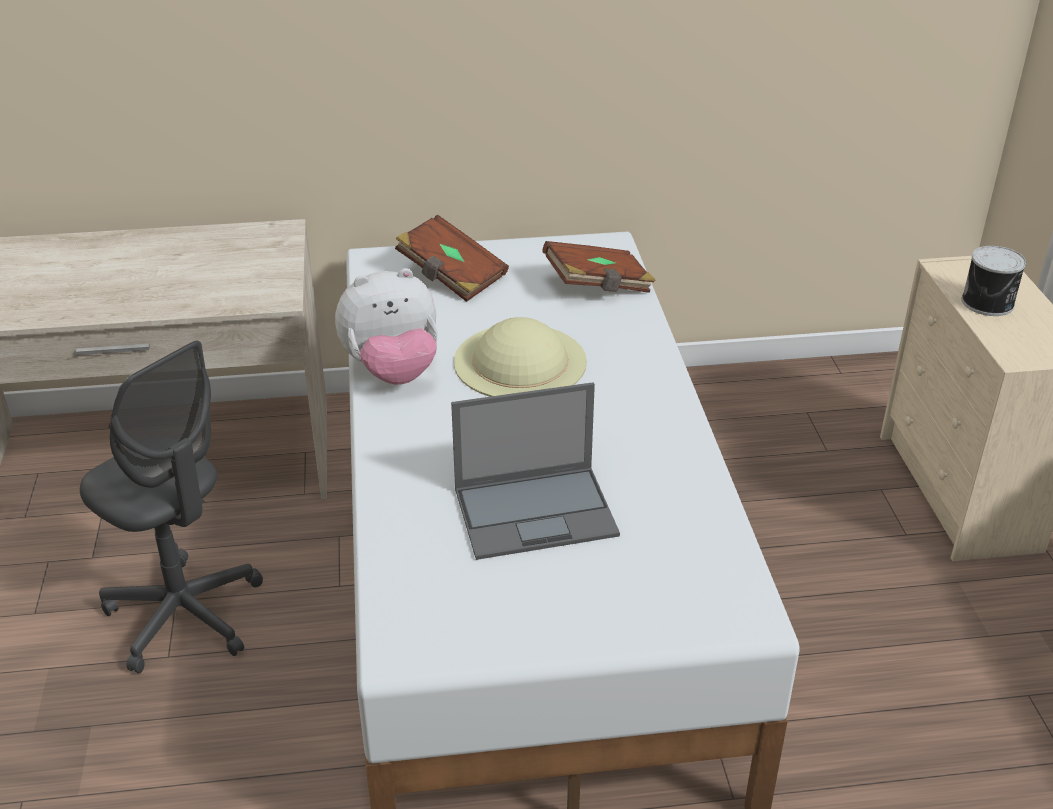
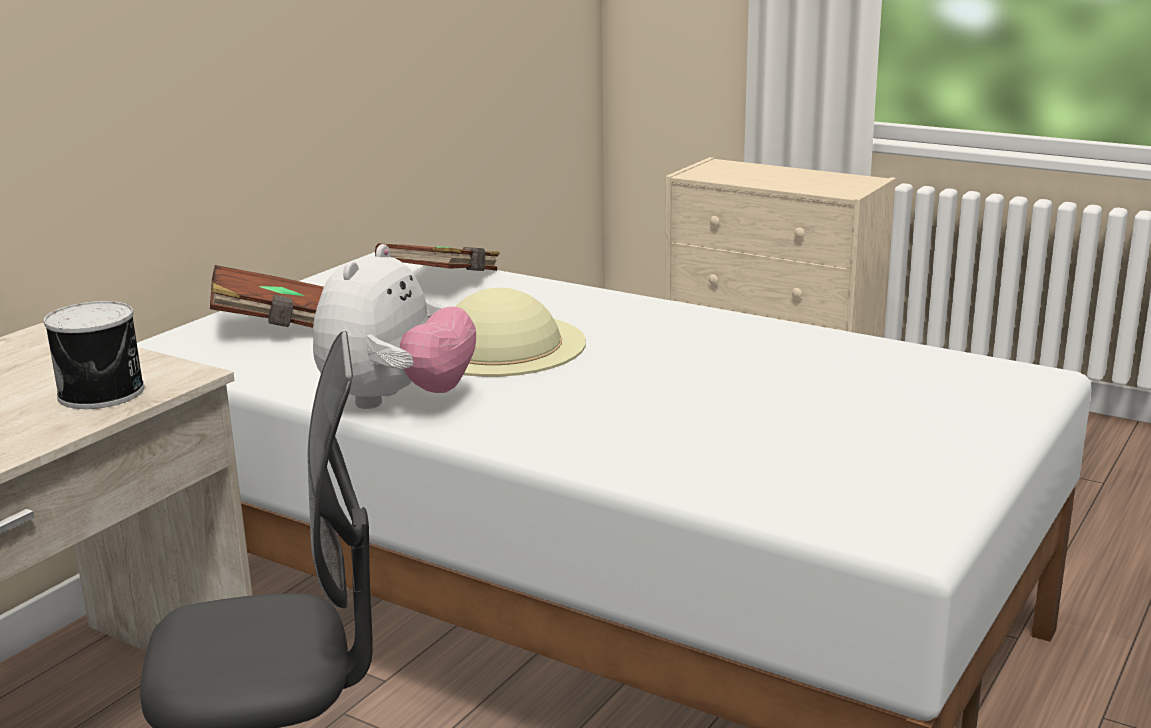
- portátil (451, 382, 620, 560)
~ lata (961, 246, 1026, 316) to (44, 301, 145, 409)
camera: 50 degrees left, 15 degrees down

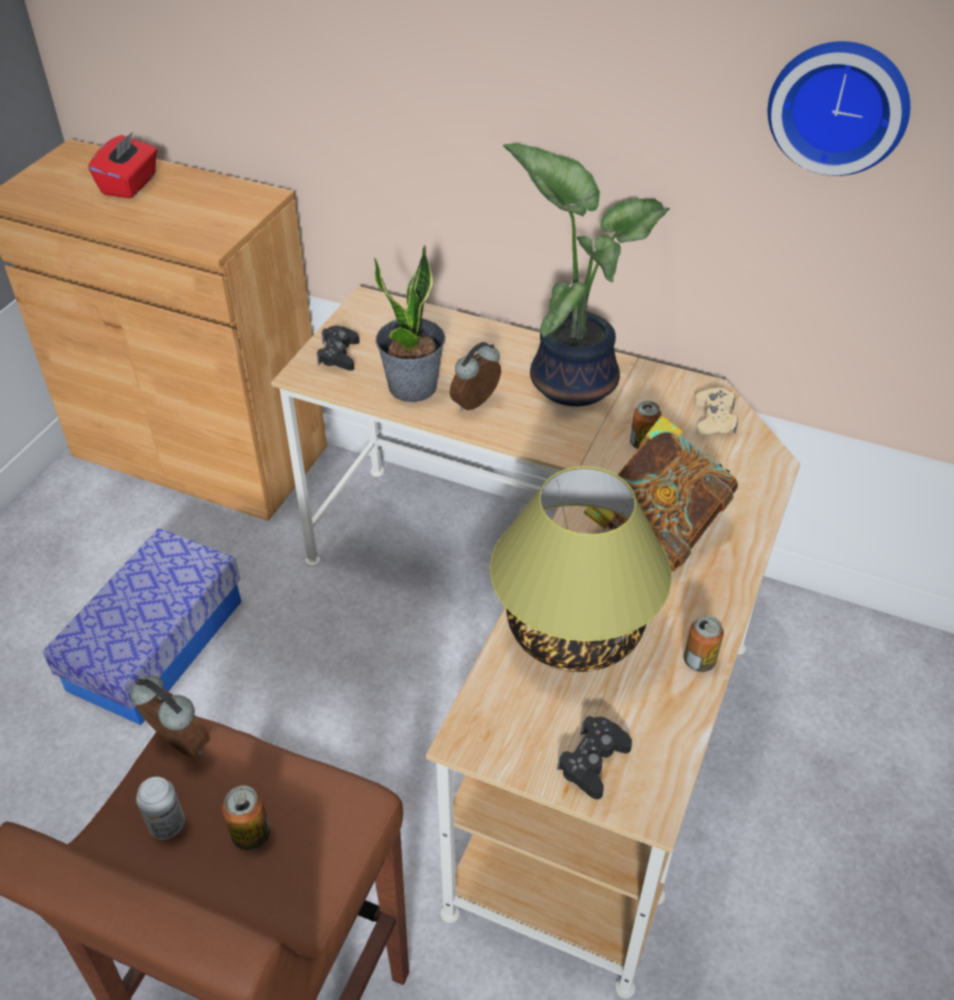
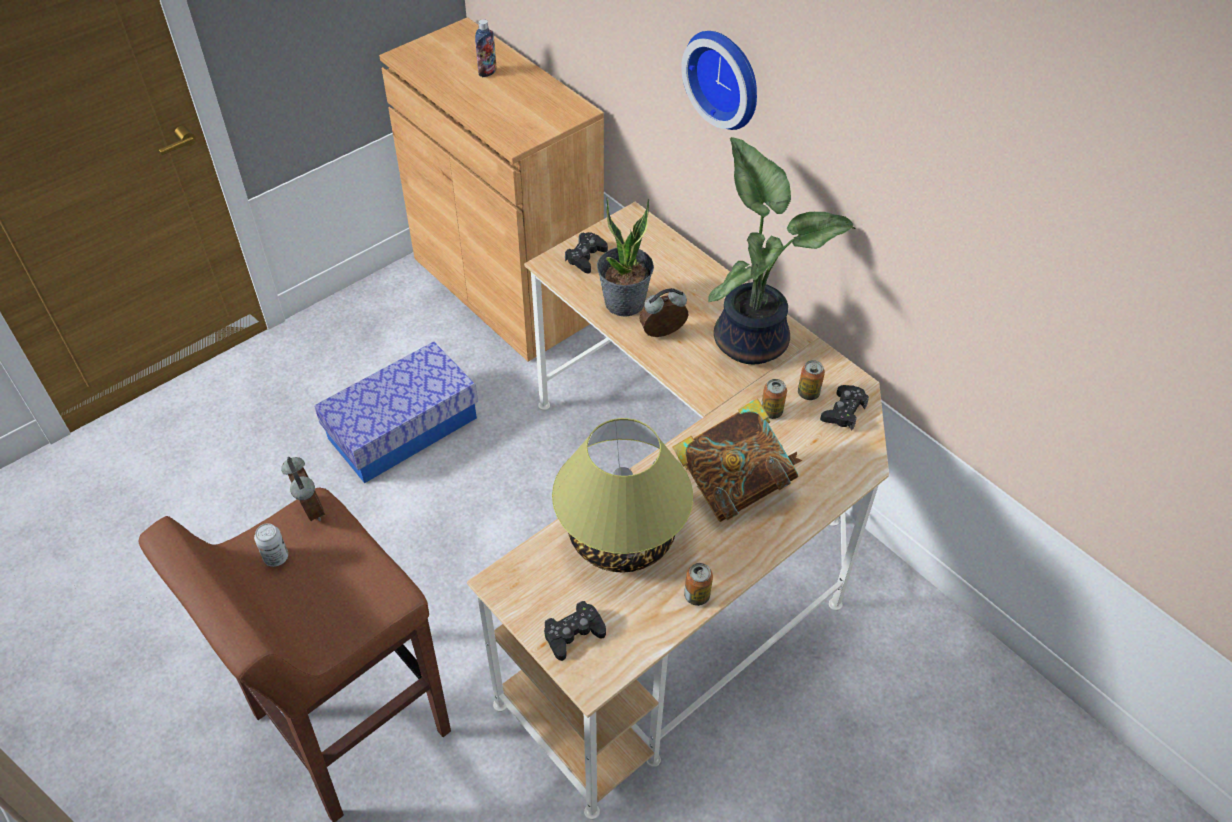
~ caja de pañuelos/rojo (88, 131, 157, 198) to botella (475, 19, 497, 77)
~ lata (222, 785, 270, 850) to (798, 360, 825, 400)
~ mando de consola/beis (694, 388, 738, 435) to mando de consola/negro (820, 385, 869, 430)
~ reloj de pared (768, 41, 910, 176) to (681, 31, 757, 130)
camera: 25 degrees right, 5 degrees up

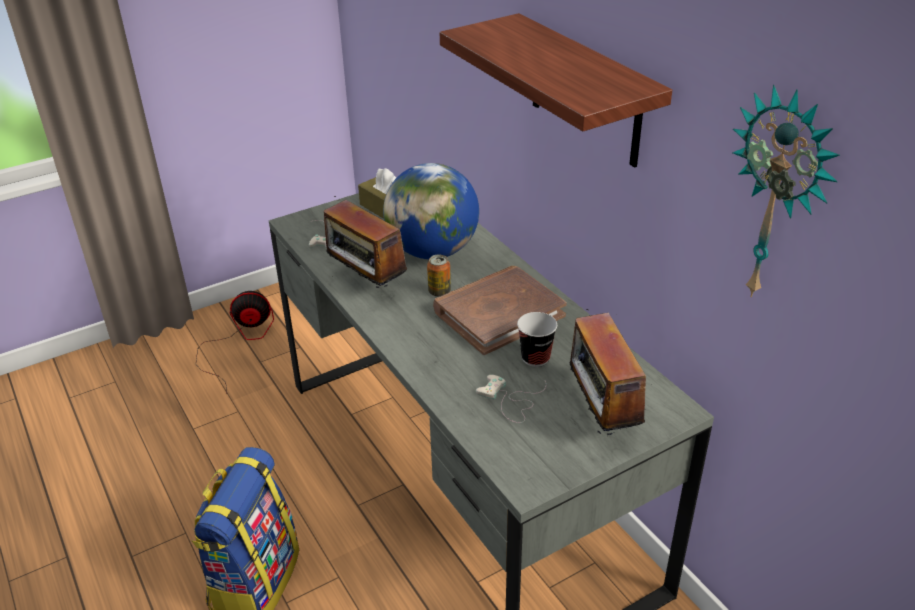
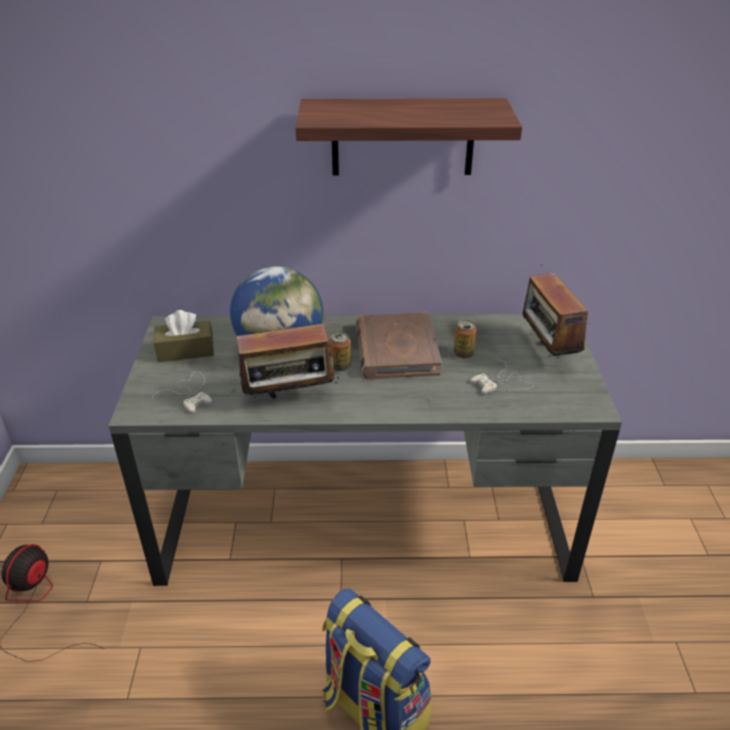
~ taza (517, 312, 557, 367) to lata (454, 320, 477, 359)
~ radio (570, 309, 646, 437) = (522, 273, 589, 359) 60 degrees clockwise
- reloj de pared (733, 85, 840, 297)
camera: 60 degrees left, 0 degrees up

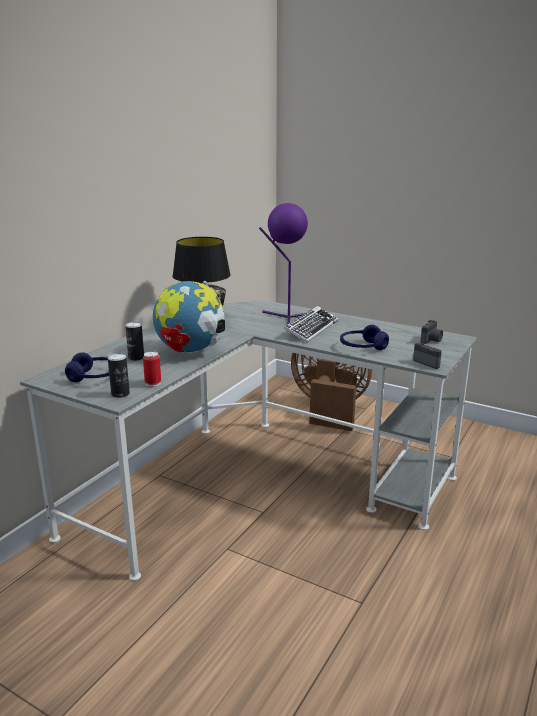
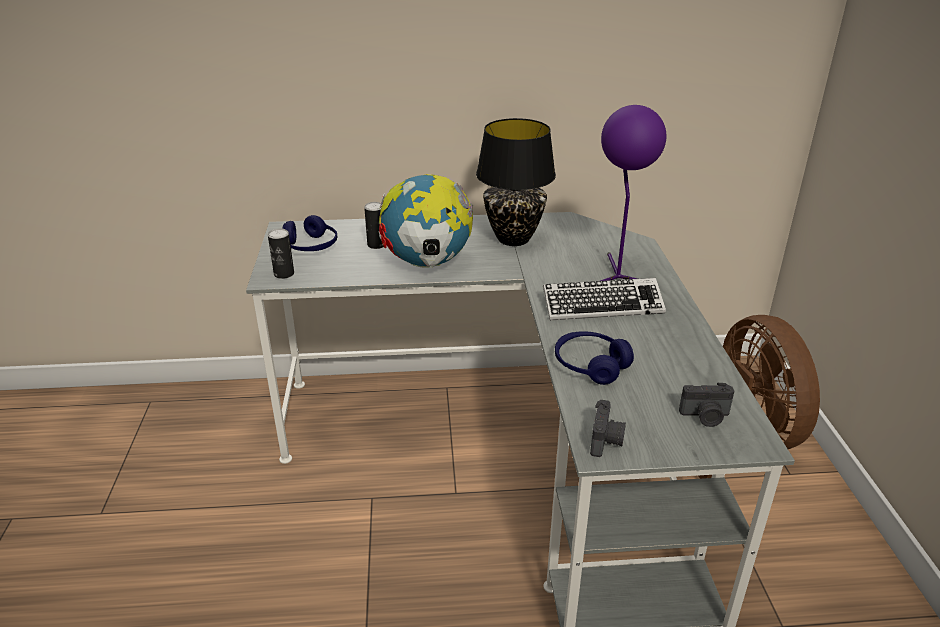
- lata (143, 351, 161, 387)
camera: 55 degrees right, 10 degrees up

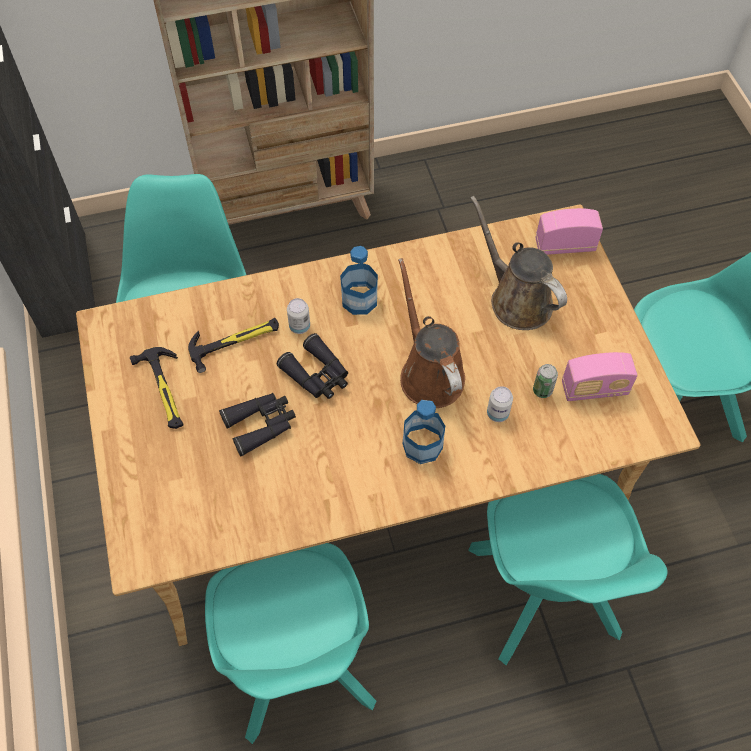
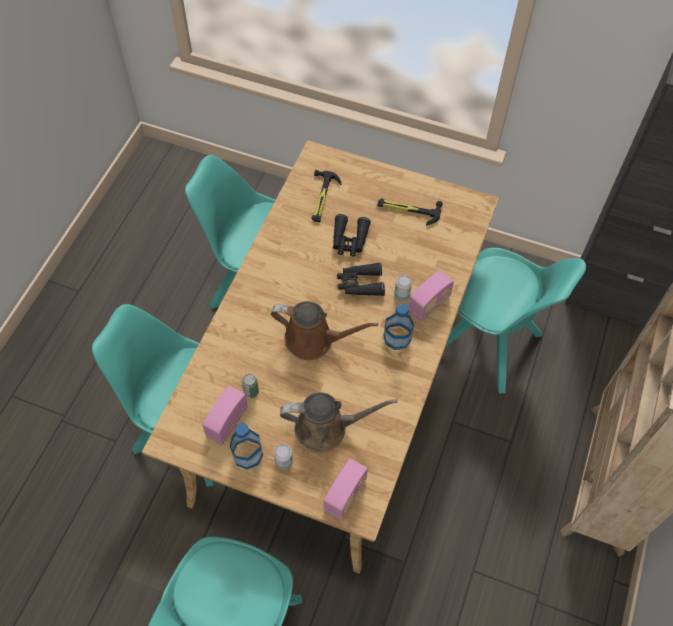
~ martillo (188, 318, 279, 373) to (312, 170, 342, 222)
~ botella (403, 400, 445, 464) to (230, 423, 263, 470)
~ lata (487, 386, 513, 422) to (274, 444, 293, 470)
+ radio (408, 270, 454, 321)
camera: 125 degrees right, 0 degrees up

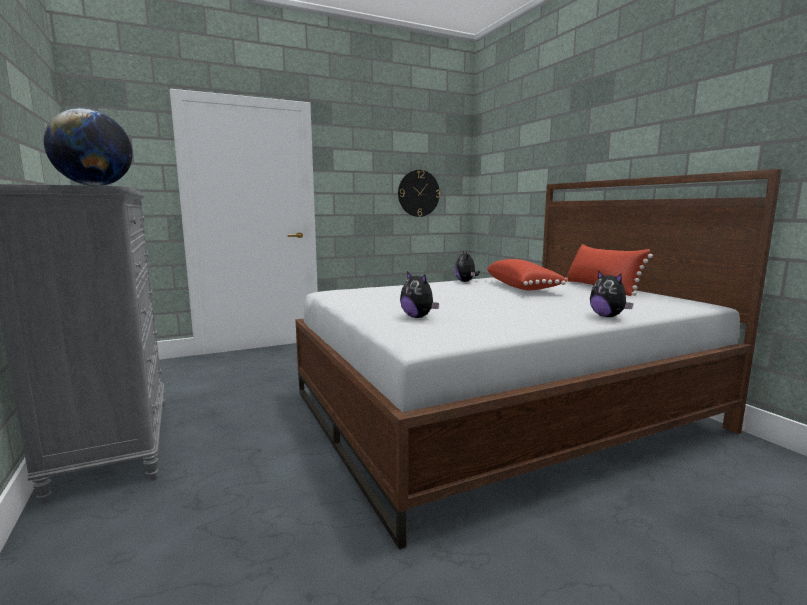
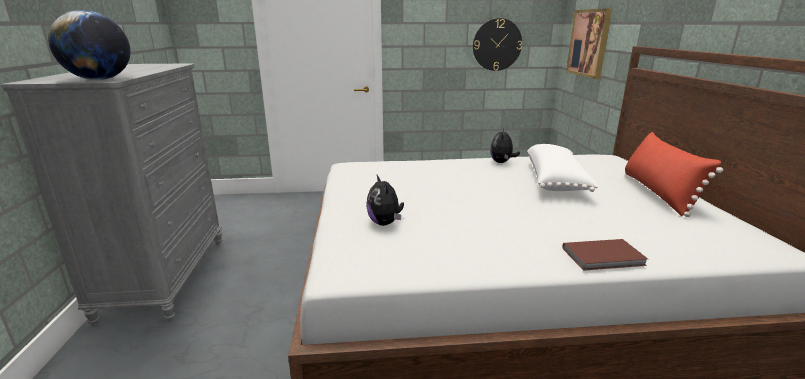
~ cojín/rojo (486, 259, 568, 290) to cojín/blanco (527, 144, 600, 192)
~ peluche (590, 271, 634, 317) to libro/marrón (562, 239, 648, 271)
+ cuadro (566, 8, 612, 79)
camera: 20 degrees right, 10 degrees up

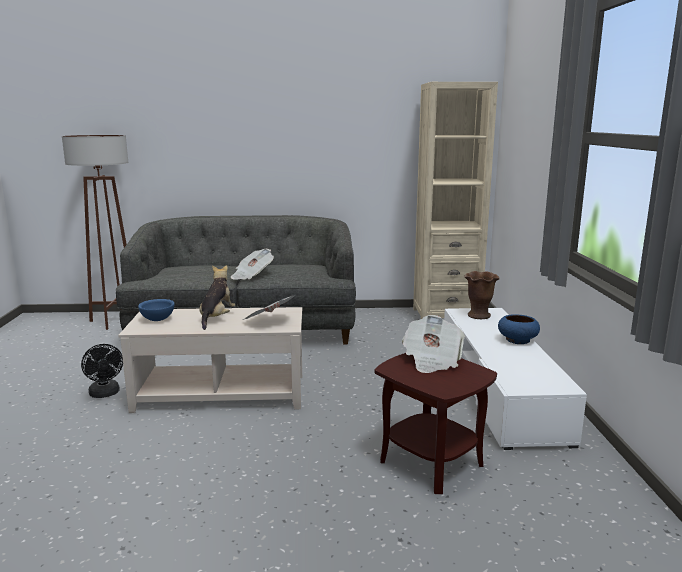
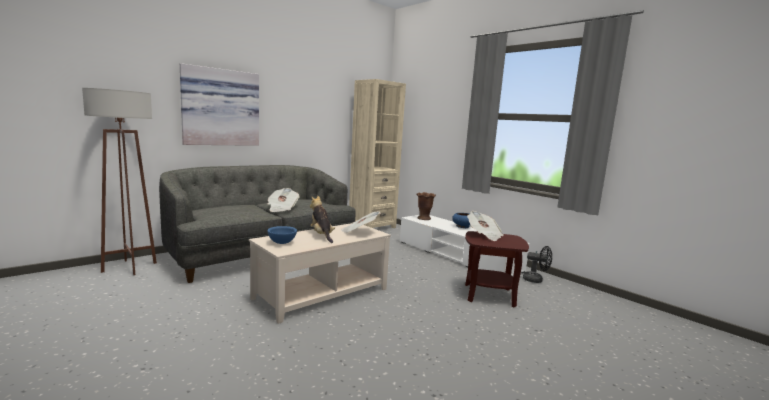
~ ventilador/negro (81, 344, 123, 398) to (523, 246, 552, 283)
+ cuadro (180, 63, 259, 146)
camera: 40 degrees left, 5 degrees down

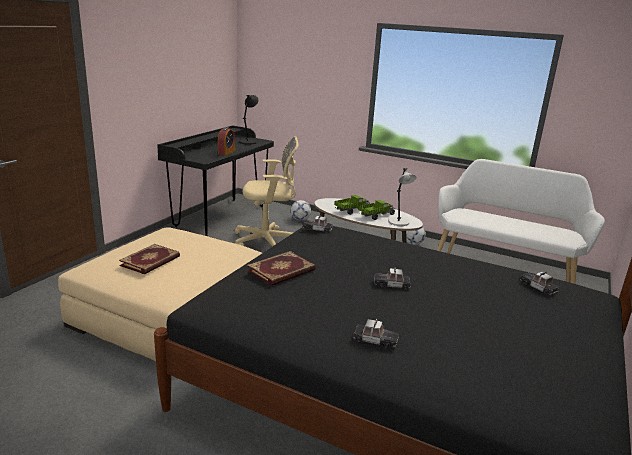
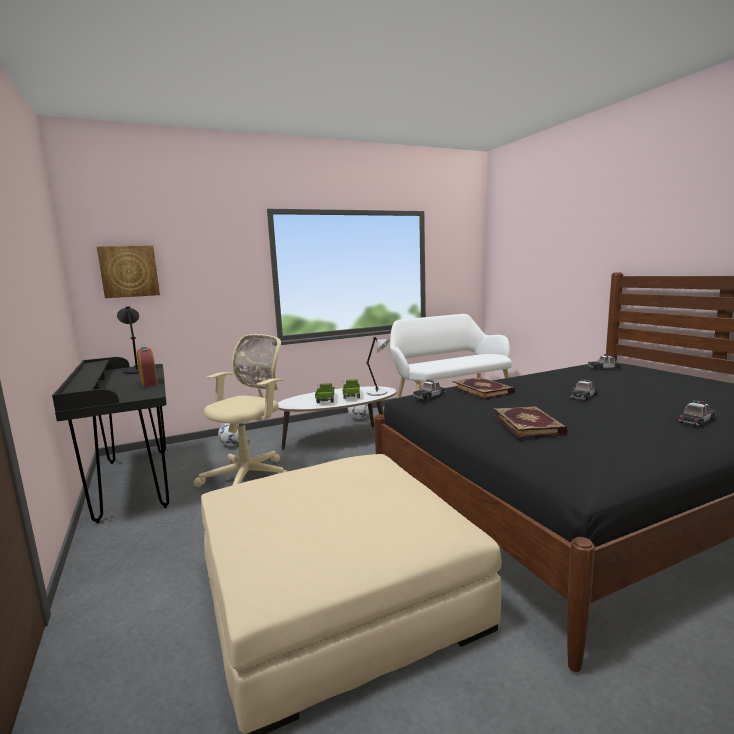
~ libro (119, 244, 180, 274) to (453, 377, 515, 399)
+ cuadro (97, 245, 160, 298)
camera: 50 degrees left, 10 degrees down

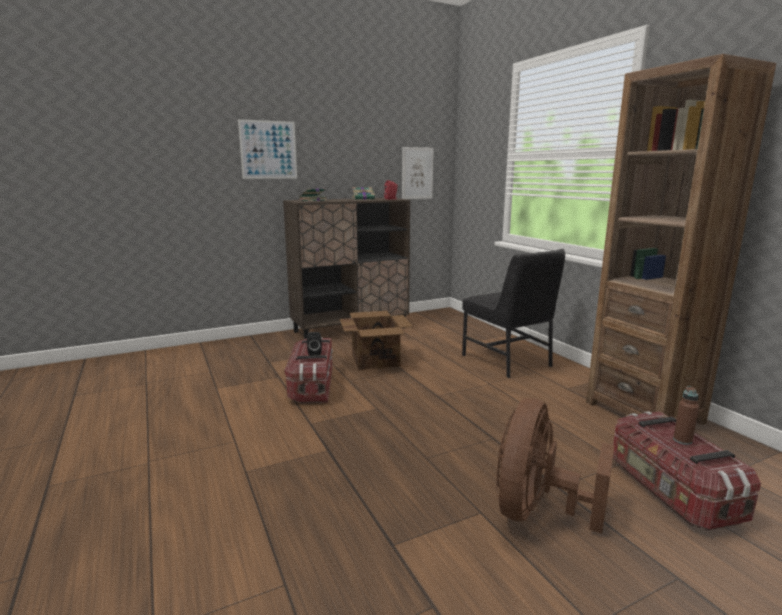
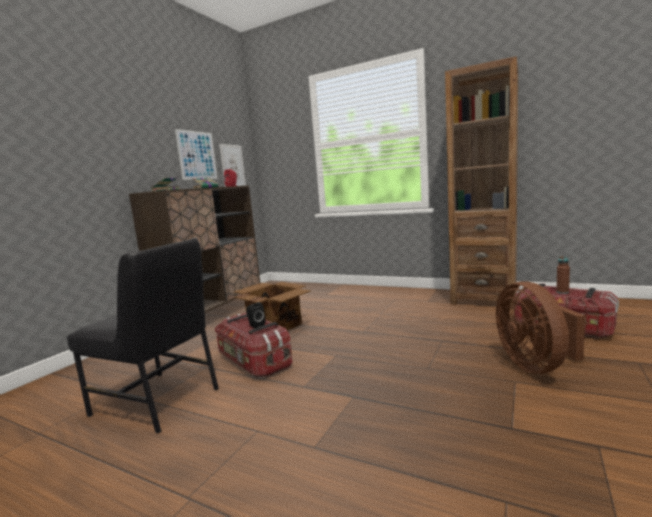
~ cuadro (238, 119, 297, 179) to (175, 129, 218, 180)
~ silla/negro (462, 249, 565, 378) to (67, 238, 219, 434)
camera: 35 degrees left, 5 degrees down

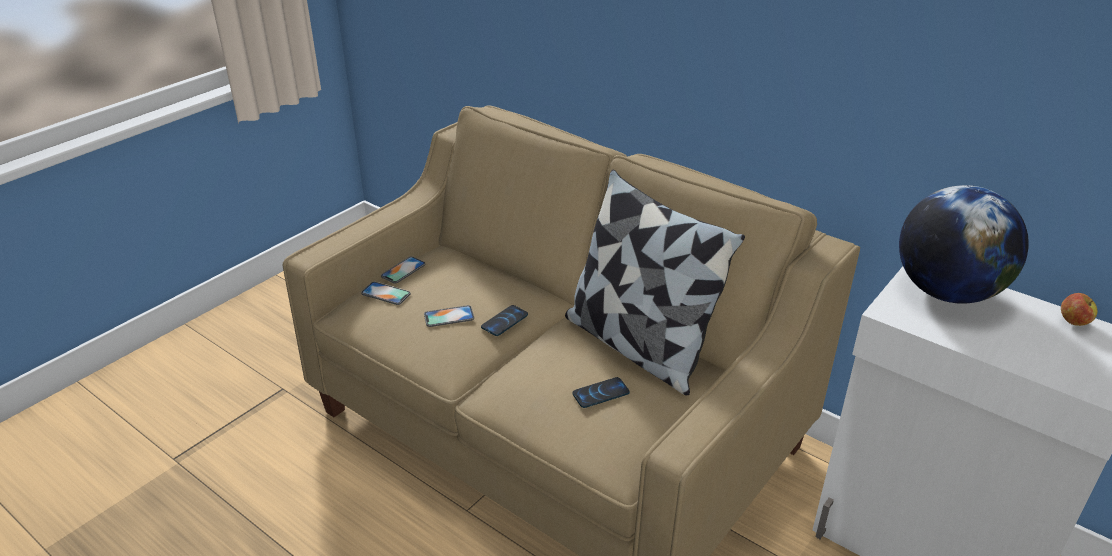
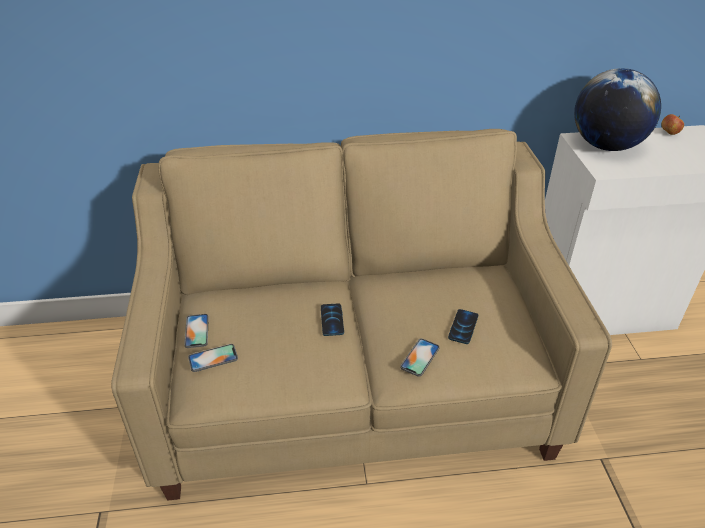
~ móvil (424, 305, 474, 327) to (400, 338, 440, 377)
- cojín (565, 170, 745, 395)
camera: 45 degrees left, 5 degrees up

